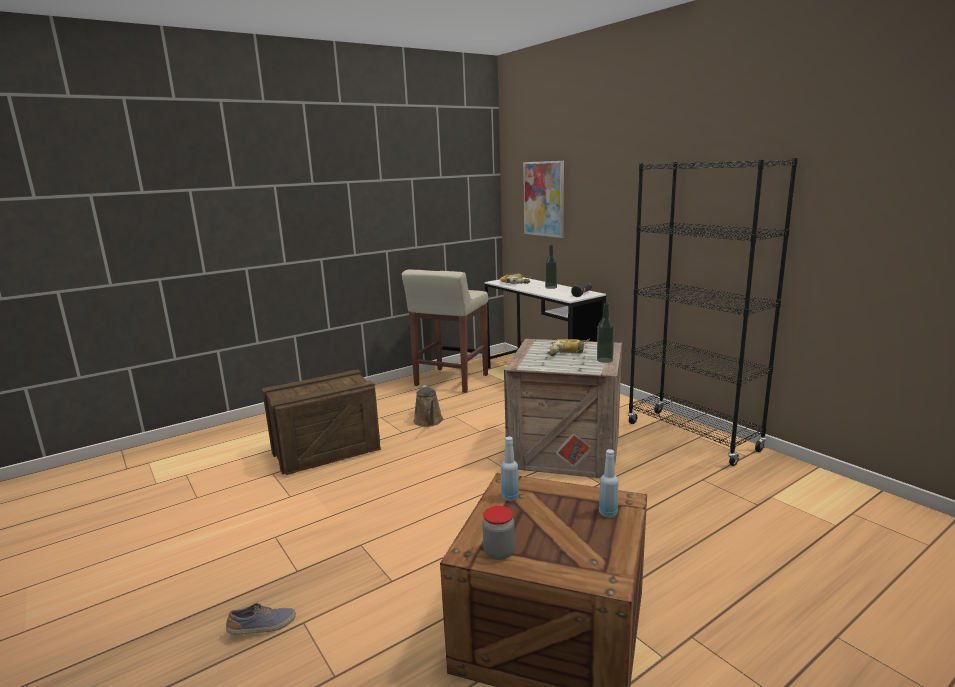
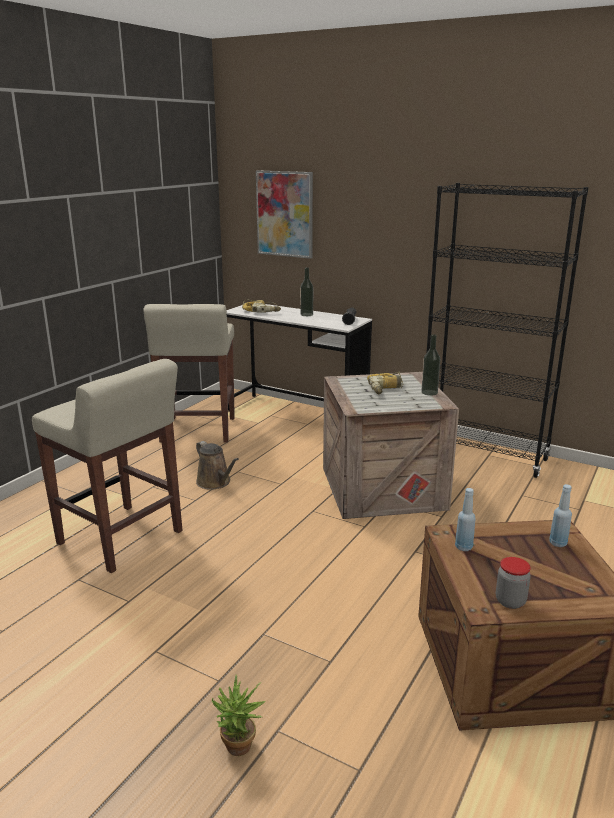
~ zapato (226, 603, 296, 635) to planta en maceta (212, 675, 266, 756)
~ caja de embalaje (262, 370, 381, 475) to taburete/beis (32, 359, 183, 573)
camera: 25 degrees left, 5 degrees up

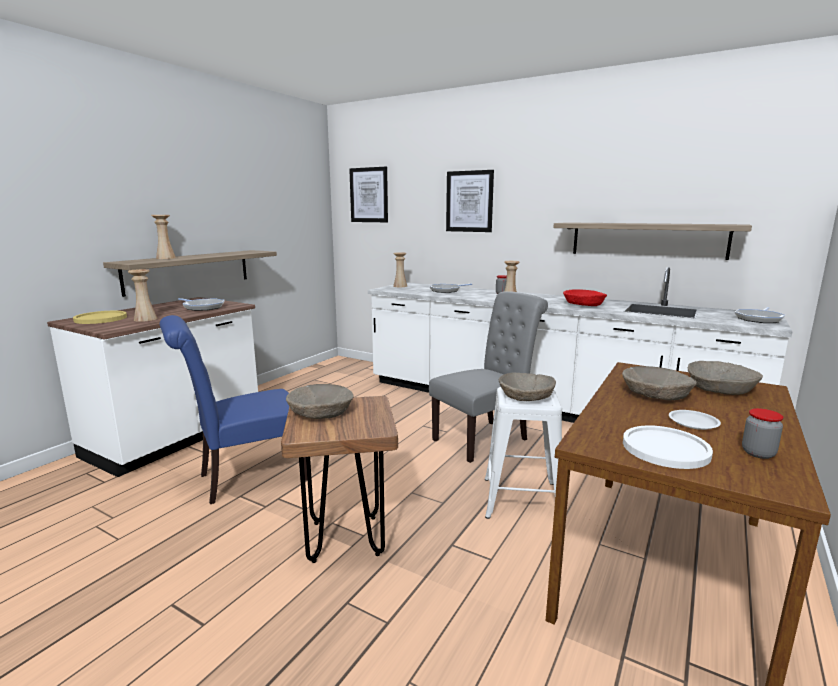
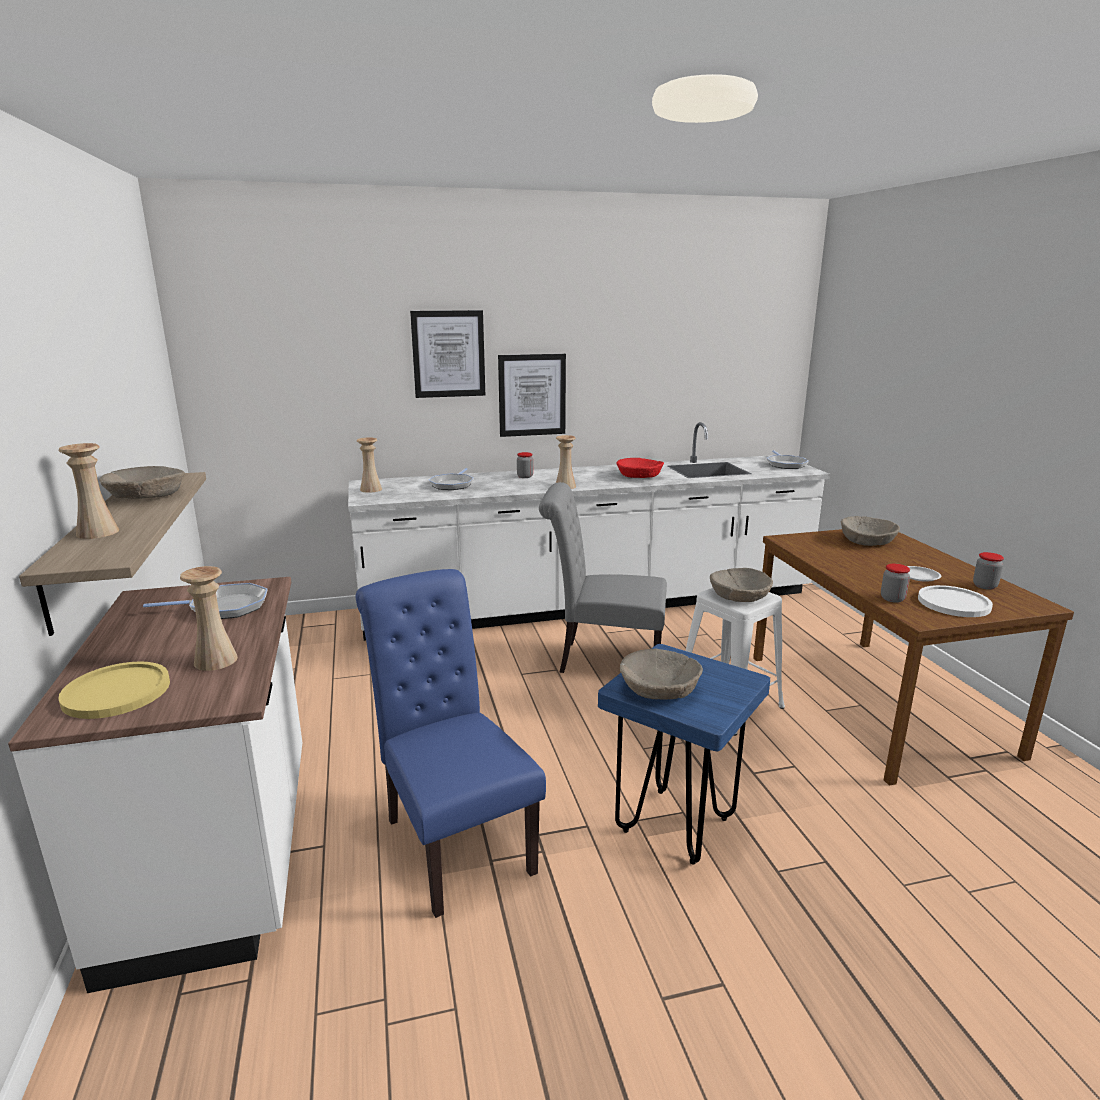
~ silla/azul (160, 315, 308, 504) = (356, 569, 546, 918) 135 degrees clockwise
~ taburete/marrón (281, 396, 398, 563) to taburete/azul (598, 644, 770, 865)
~ cuadro (349, 167, 388, 222) to (498, 354, 566, 437)
~ silla/gris (429, 291, 548, 463) = (539, 482, 667, 673) 90 degrees counterclockwise
- estante (553, 222, 752, 260)
~ cuenco/beis (622, 366, 697, 400) to (99, 466, 185, 499)
+ tarro (881, 564, 910, 603)
camera: 45 degrees left, 5 degrees up

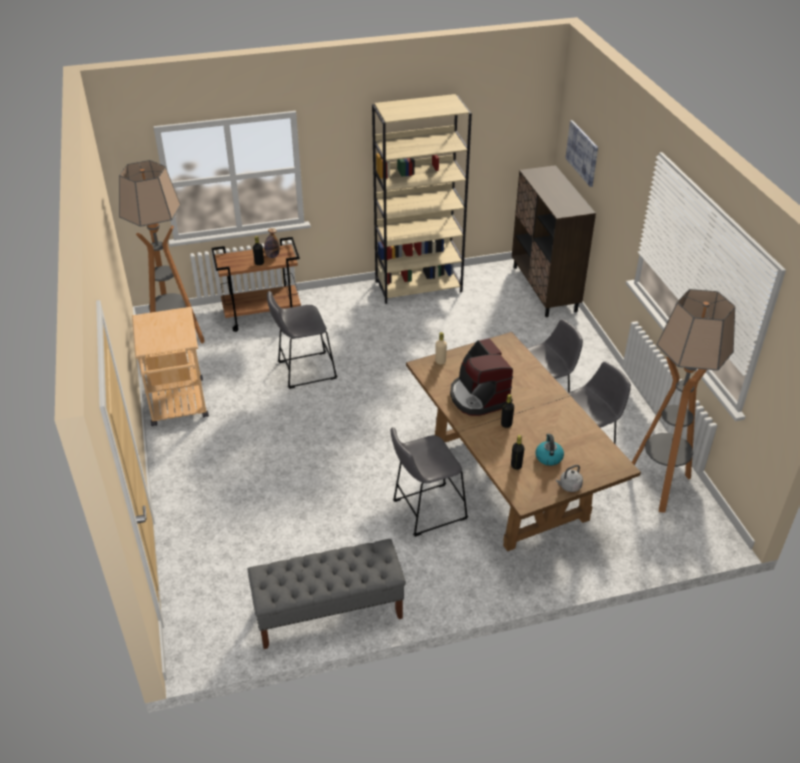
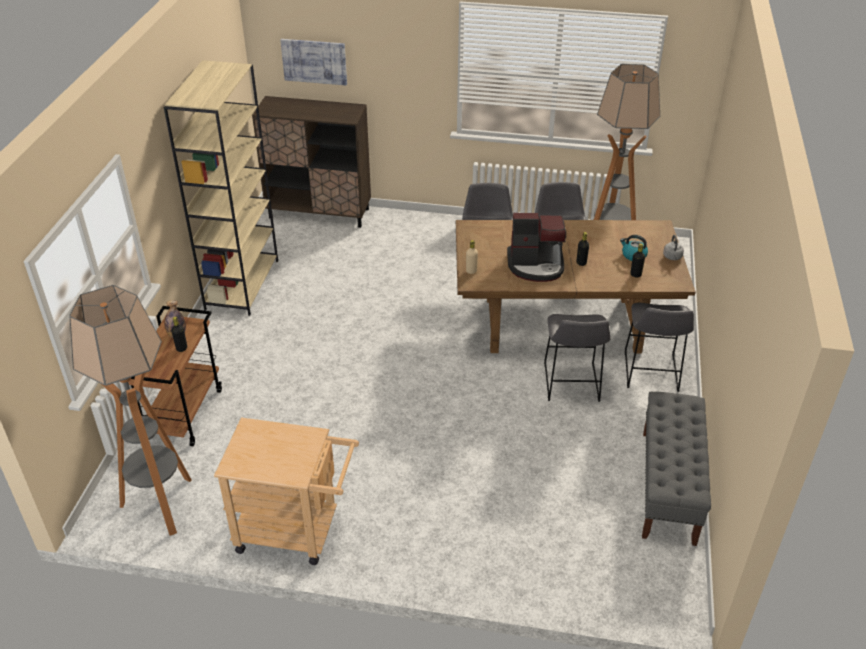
~ taburete/gris (267, 291, 338, 389) to (625, 303, 694, 392)
camera: 65 degrees left, 0 degrees up

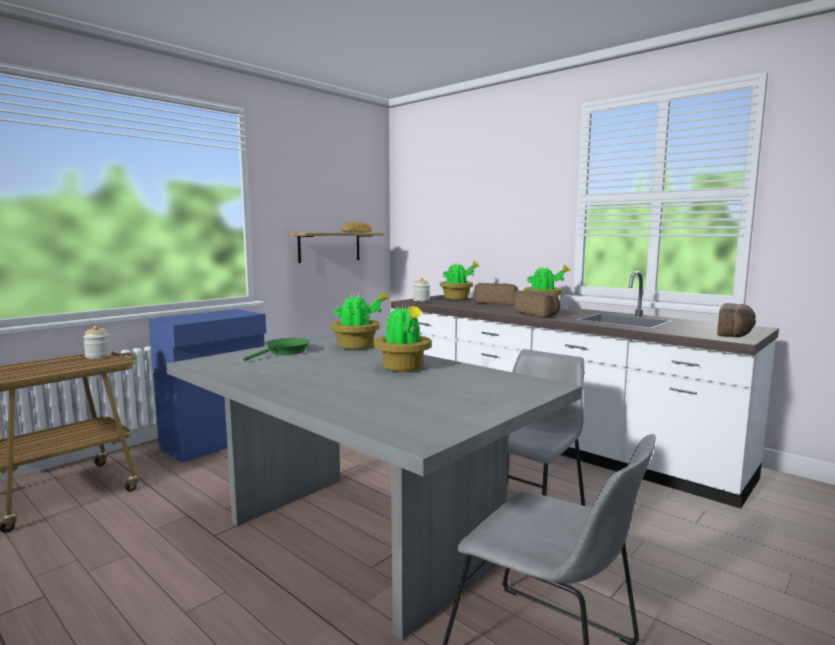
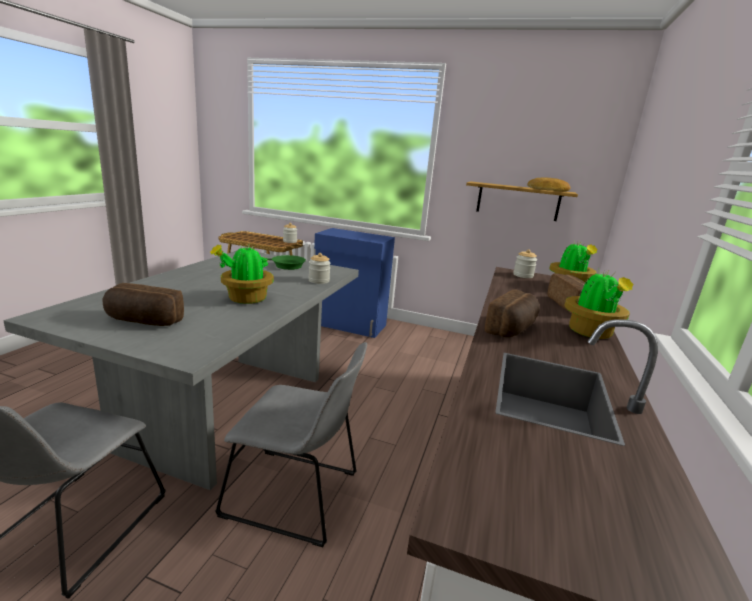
~ planta en maceta (330, 291, 389, 350) to tarro (308, 253, 331, 284)
~ pan (717, 303, 756, 337) to (102, 283, 184, 326)
camera: 65 degrees right, 10 degrees up

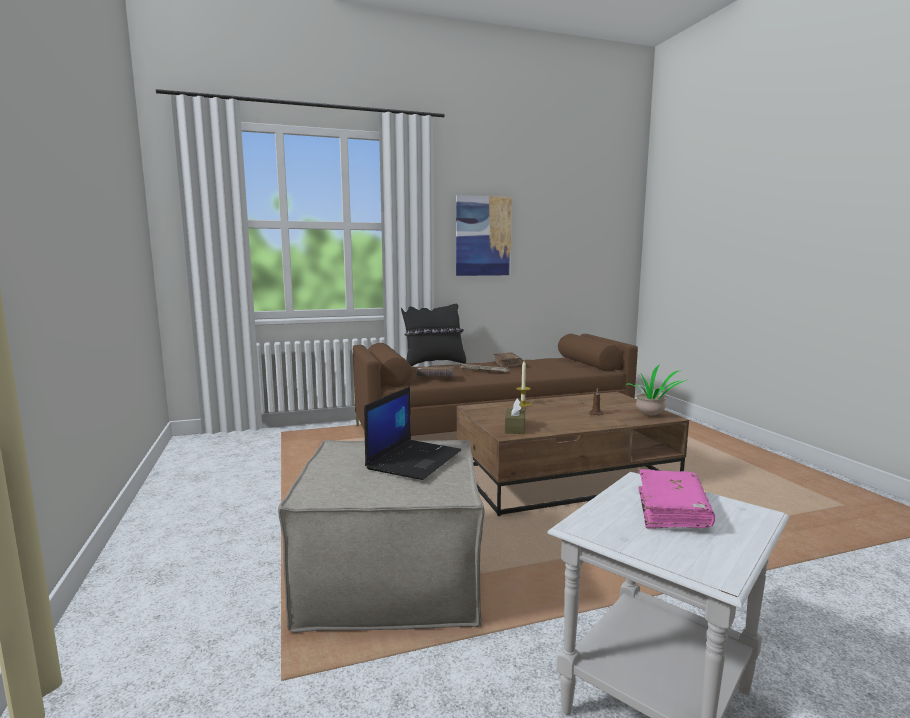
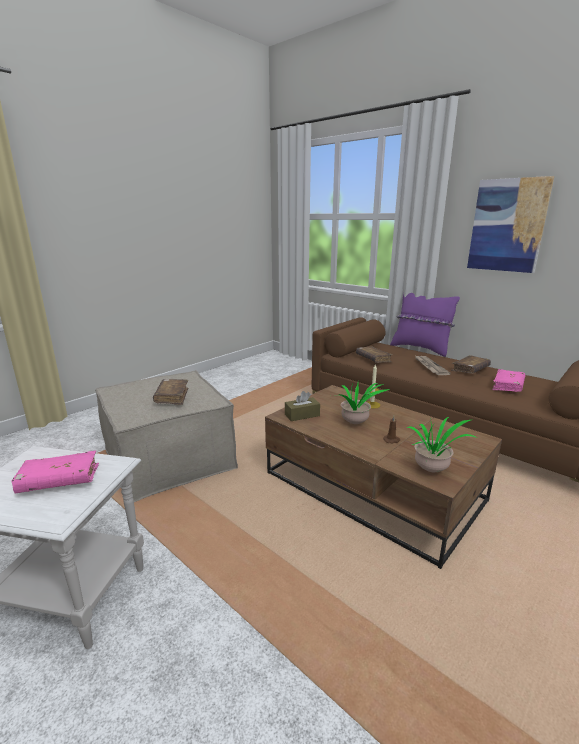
~ portátil (364, 386, 461, 480) to libro/marrón (153, 379, 188, 405)
~ cojín/negro (401, 304, 466, 366) to cojín/morado (390, 293, 460, 357)
+ planta en maceta (329, 383, 390, 424)
+ libro/rosa (492, 369, 526, 392)
camera: 60 degrees right, 10 degrees up

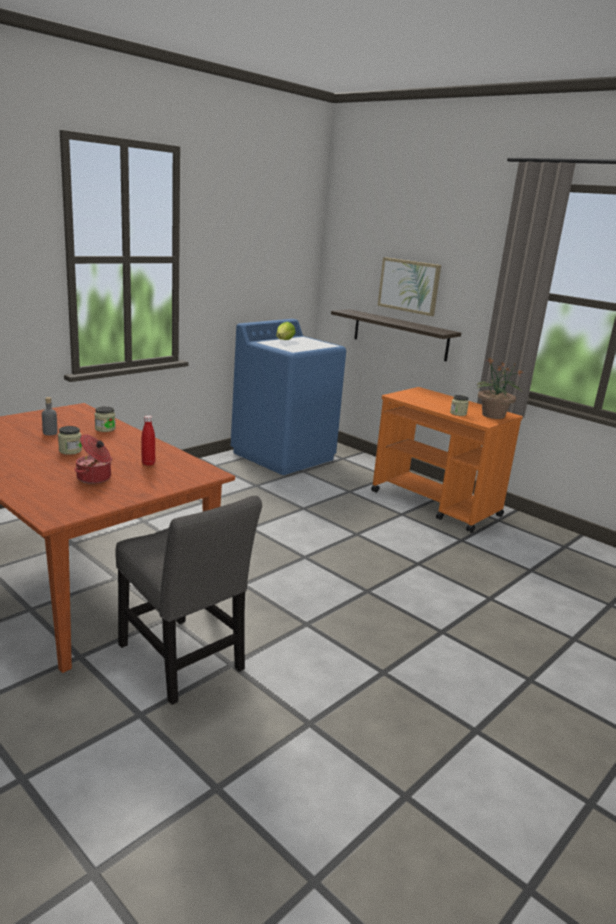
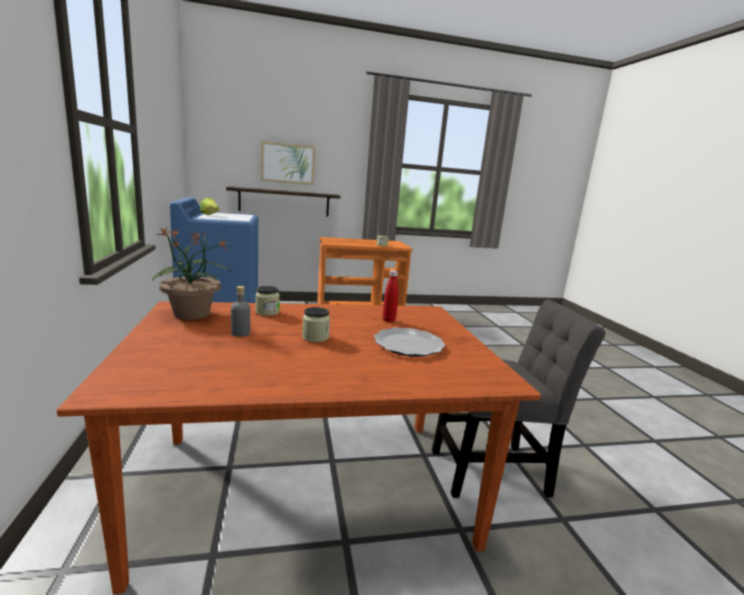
~ olla (74, 434, 112, 484) to plato (374, 327, 445, 357)
~ planta en maceta (477, 358, 523, 419) to (152, 228, 232, 320)
camera: 55 degrees left, 5 degrees down

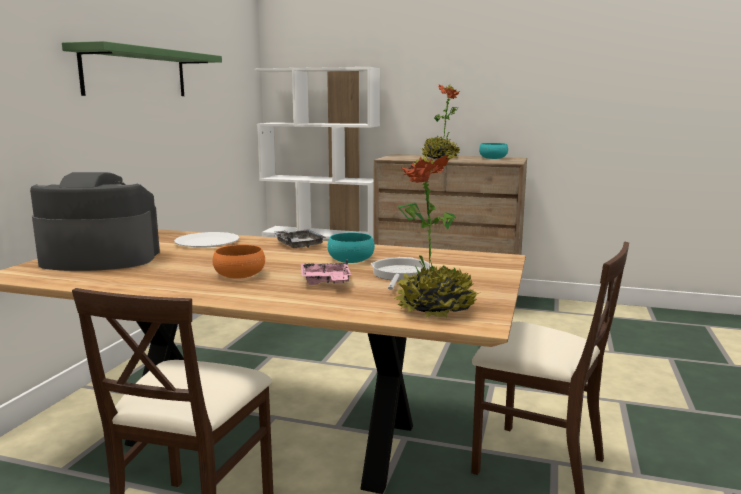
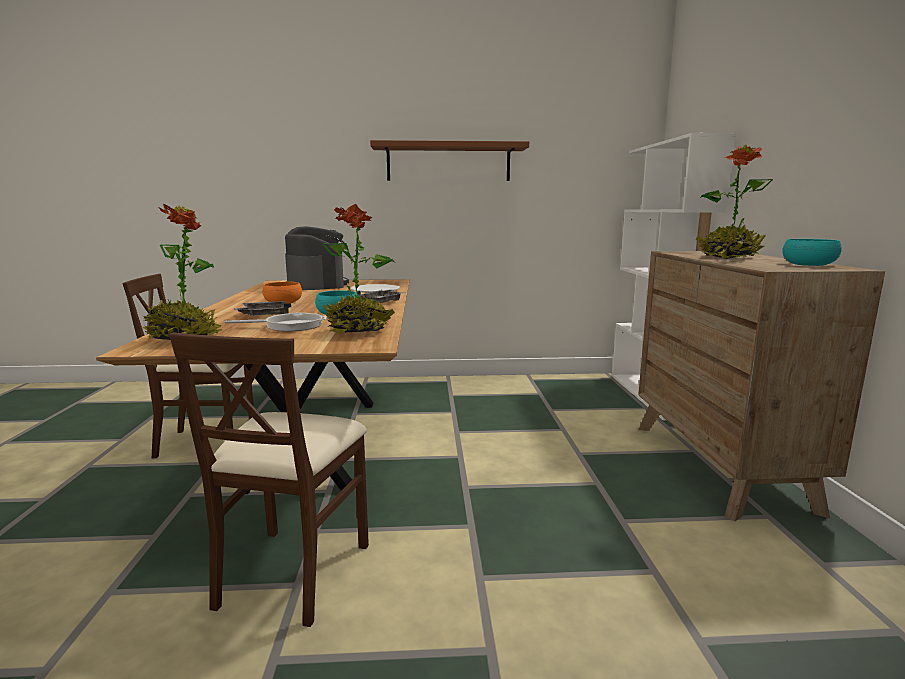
~ estante/verde (62, 41, 222, 96) to estante/marrón (370, 140, 529, 181)
~ bandeja/rosa (301, 259, 351, 285) to bandeja/gris (234, 301, 291, 316)
+ planta en maceta (323, 204, 395, 334)
camera: 70 degrees right, 0 degrees up

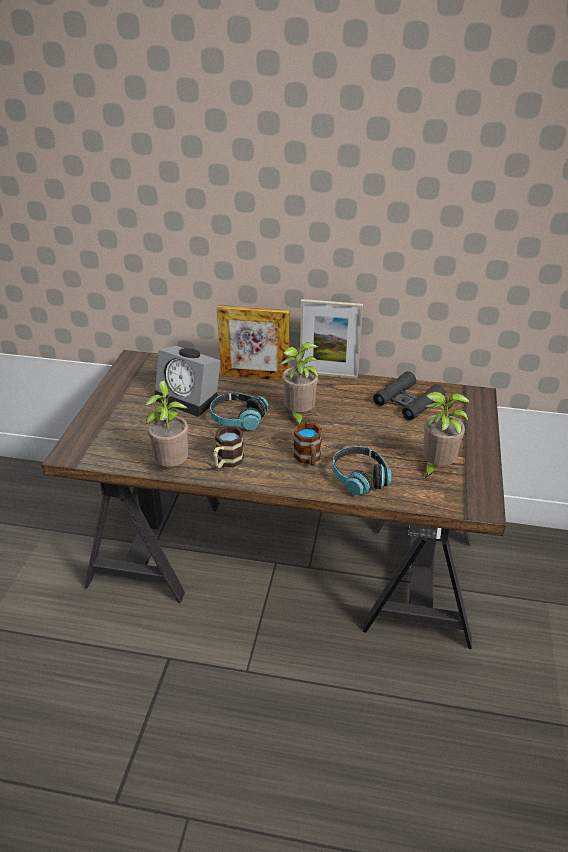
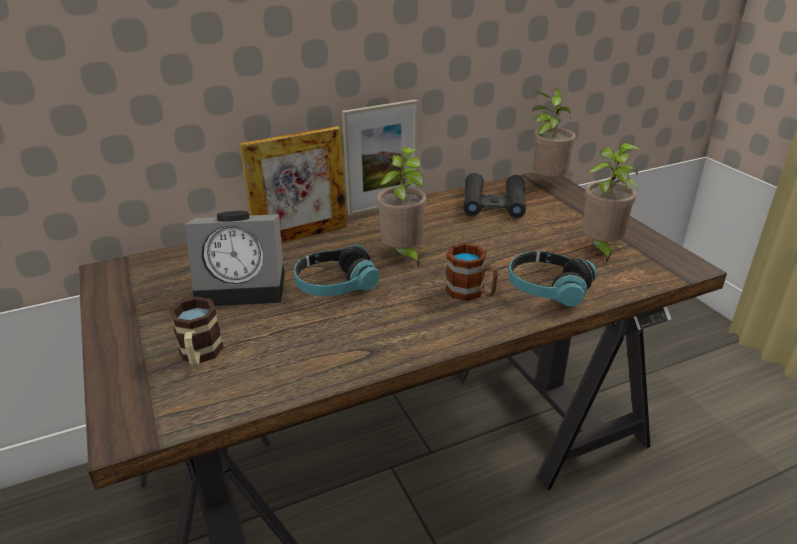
~ planta en maceta (145, 380, 188, 467) to (528, 89, 576, 177)
~ taza grande (213, 426, 244, 468) to (169, 297, 224, 367)
camera: 35 degrees left, 5 degrees down

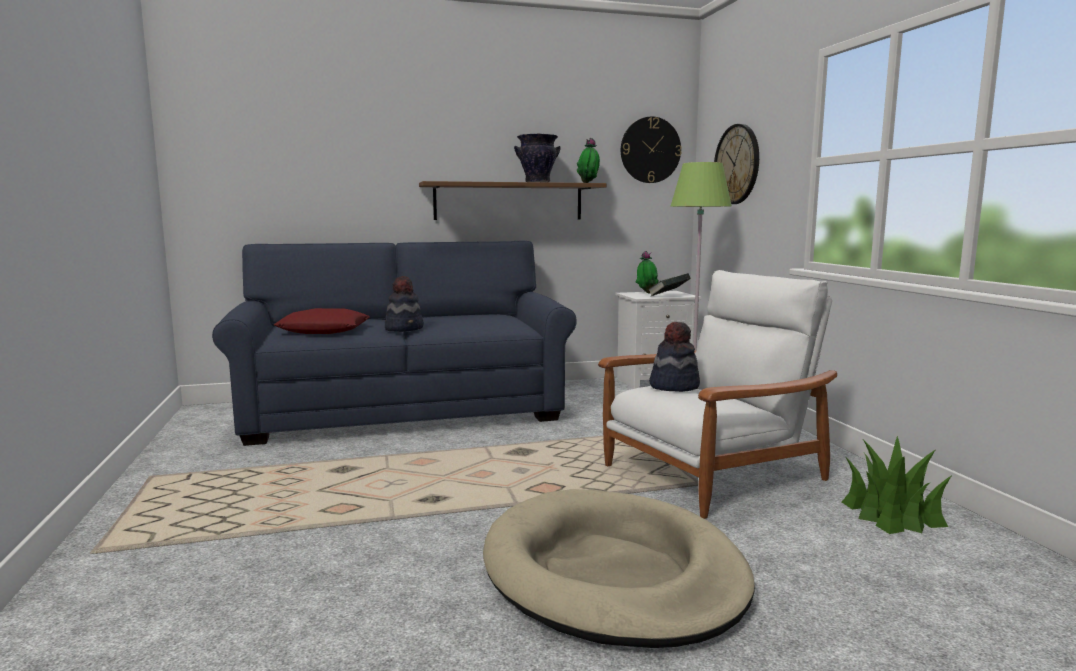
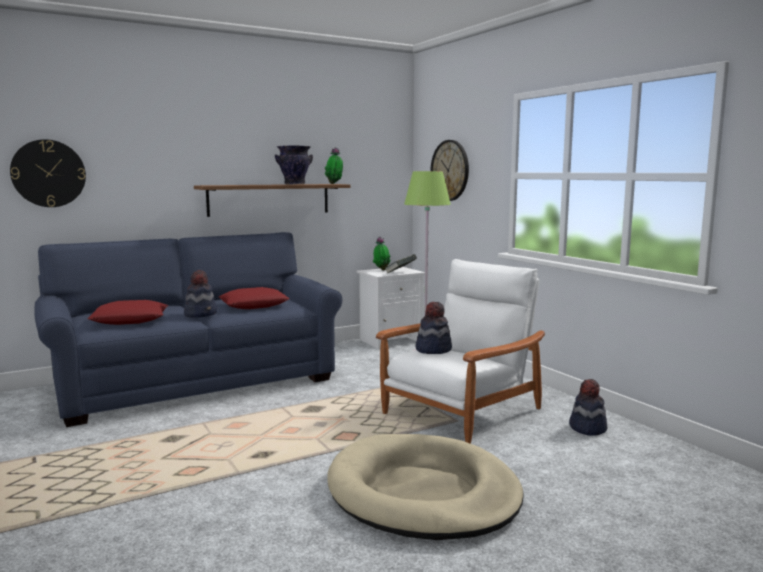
~ reloj de pared (621, 117, 682, 183) to (10, 139, 86, 207)
~ planta en maceta (842, 436, 952, 534) to sombrero (569, 379, 607, 436)
+ cojín/rojo (219, 287, 290, 309)
camera: 15 degrees left, 0 degrees up

